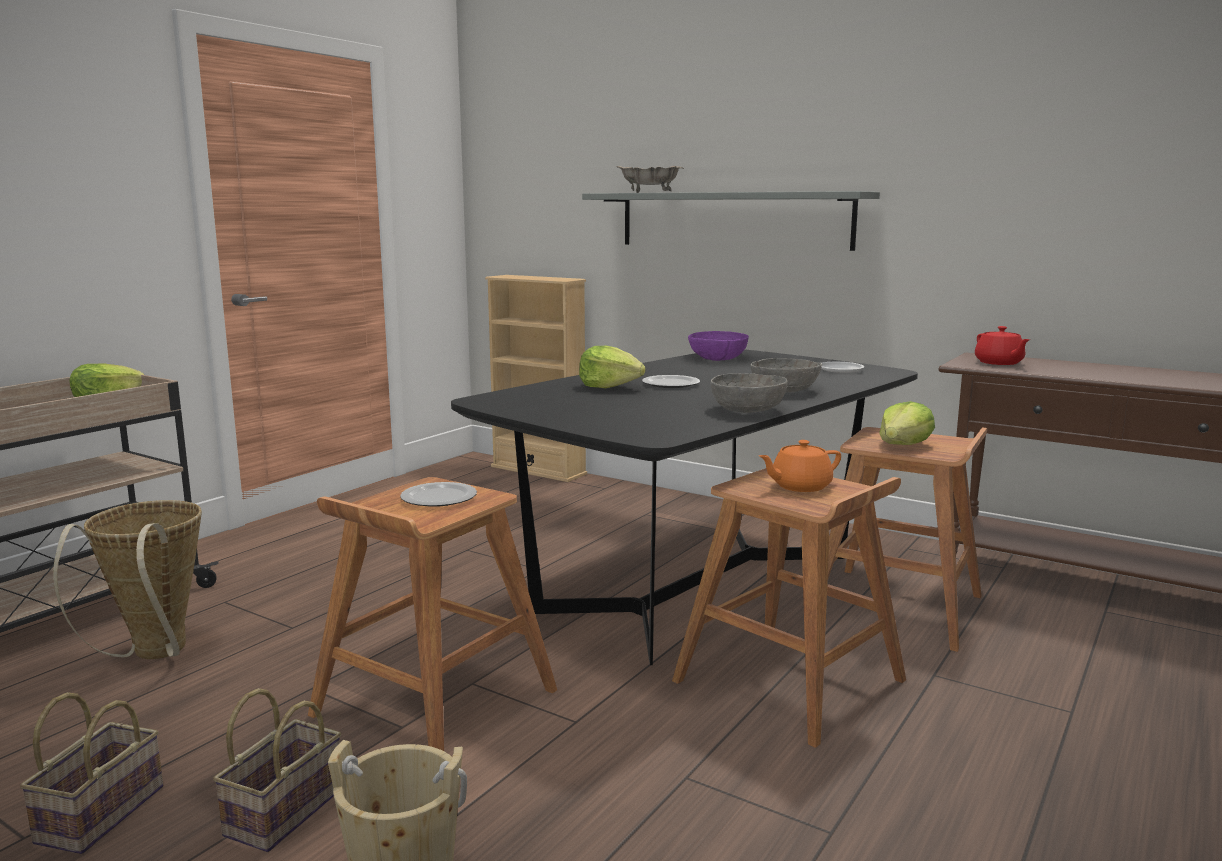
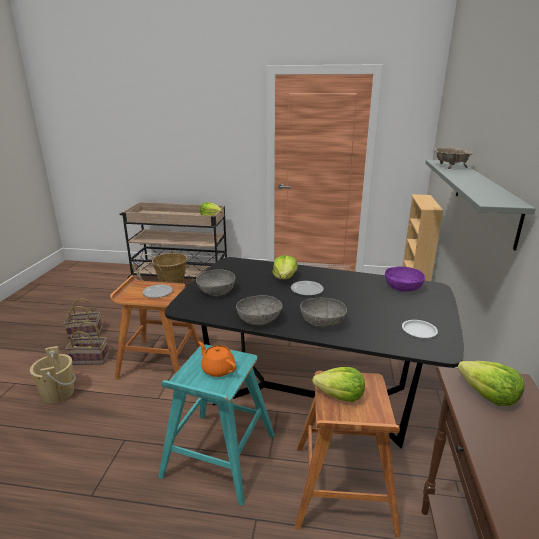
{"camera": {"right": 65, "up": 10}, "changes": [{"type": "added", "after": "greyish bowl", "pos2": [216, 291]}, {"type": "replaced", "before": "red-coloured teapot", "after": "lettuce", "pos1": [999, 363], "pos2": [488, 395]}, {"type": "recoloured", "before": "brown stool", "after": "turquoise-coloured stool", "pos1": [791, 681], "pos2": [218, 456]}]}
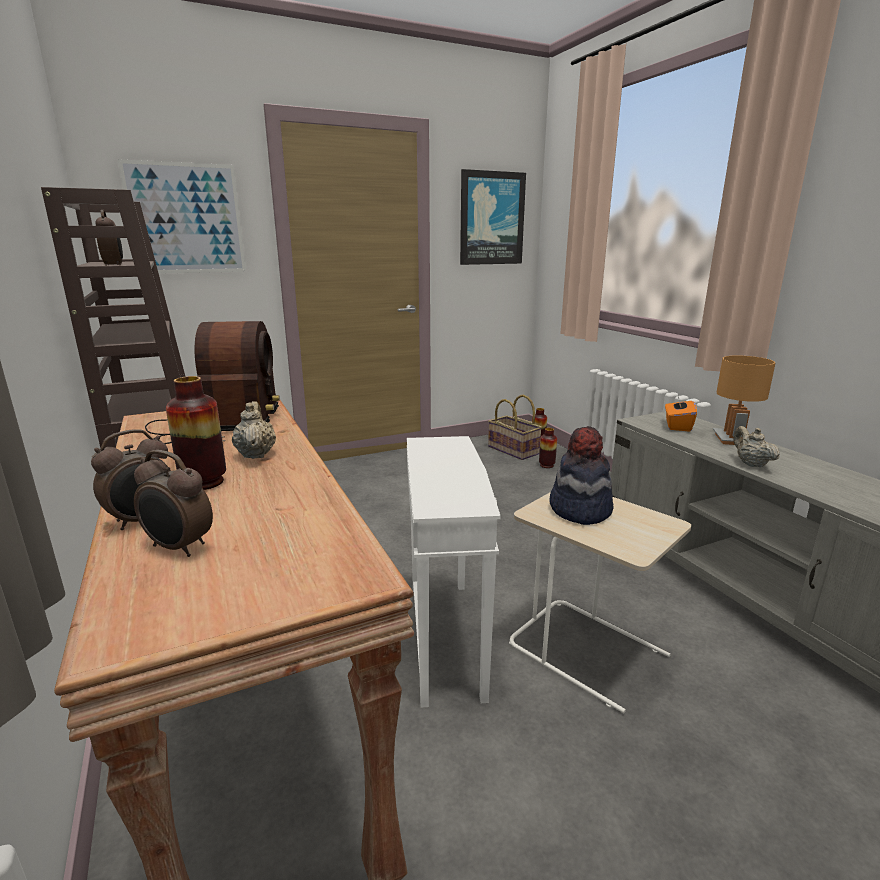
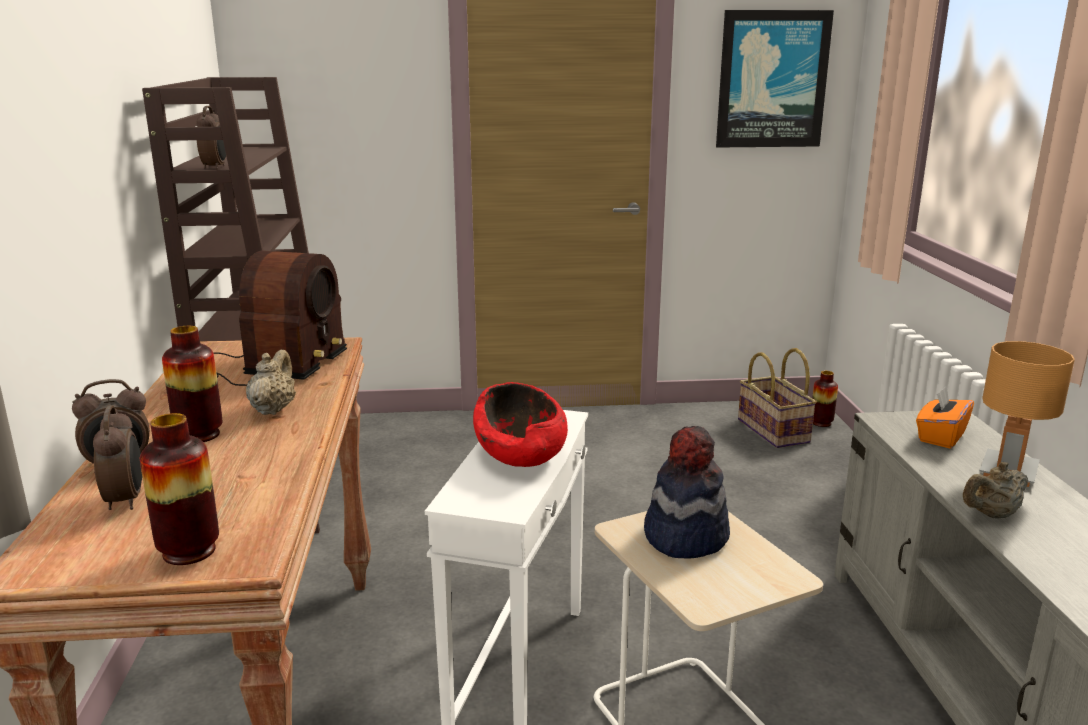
{"camera": {"right": 20, "up": 0}, "changes": [{"type": "removed", "before": "wall art", "pos1": [186, 219]}, {"type": "added", "after": "red-coloured bowl", "pos2": [521, 452]}, {"type": "moved", "before": "flower vase", "pos1": [546, 465], "pos2": [189, 551]}, {"type": "turned", "before": "table clock", "pos1": [179, 548], "pos2": [126, 500], "turn": -150}, {"type": "turned", "before": "sand-coloured teapot", "pos1": [750, 464], "pos2": [991, 514], "turn": -120}]}
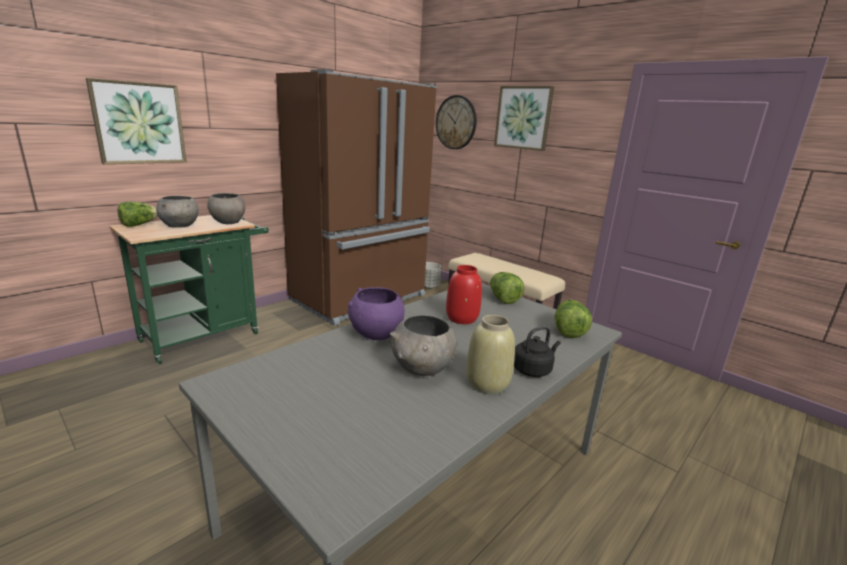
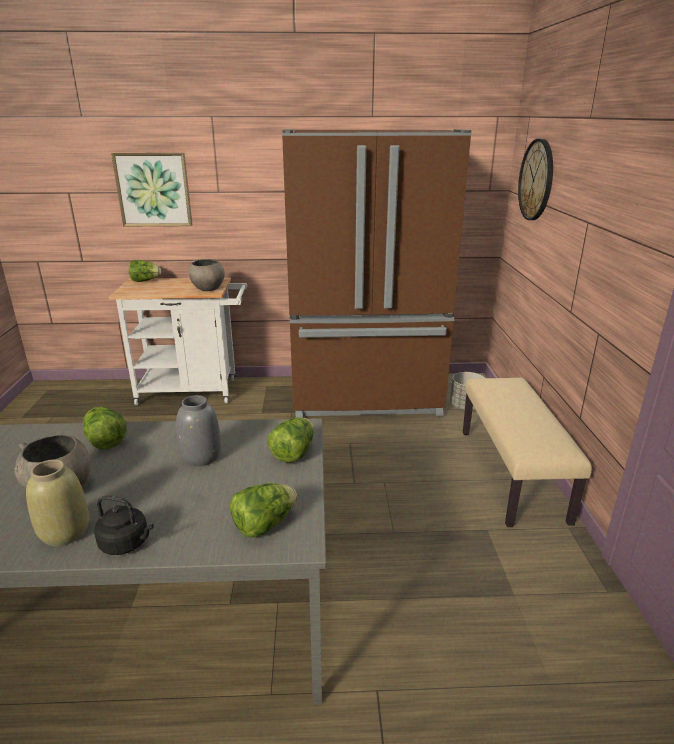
{"camera": {"right": 45, "up": 5}, "changes": [{"type": "removed", "before": "greyish bowl", "pos1": [180, 226]}, {"type": "removed", "before": "wall art", "pos1": [523, 118]}, {"type": "replaced", "before": "purple-coloured bowl", "after": "lettuce", "pos1": [375, 334], "pos2": [105, 441]}, {"type": "recoloured", "before": "green trolley", "after": "whitish trolley", "pos1": [207, 335], "pos2": [194, 391]}, {"type": "recoloured", "before": "red-coloured flower vase", "after": "greyish flower vase", "pos1": [461, 318], "pos2": [200, 457]}]}
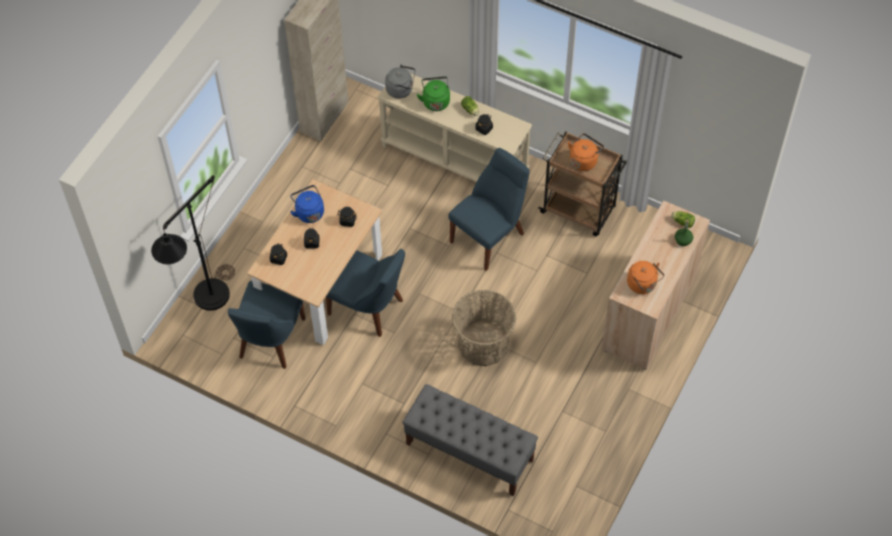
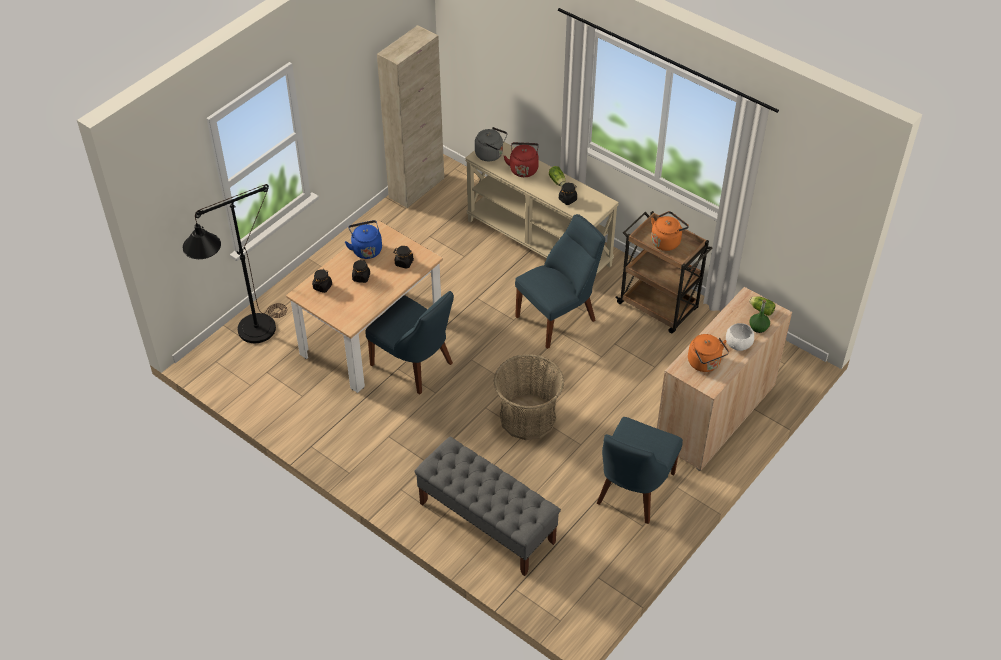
{"camera": {"right": 10, "up": -10}, "changes": [{"type": "added", "after": "whitish bowl", "pos2": [738, 344]}, {"type": "moved", "before": "bluish upright chair", "pos1": [270, 341], "pos2": [633, 491]}, {"type": "recoloured", "before": "green water kettle", "after": "red-coloured water kettle", "pos1": [435, 101], "pos2": [523, 168]}]}
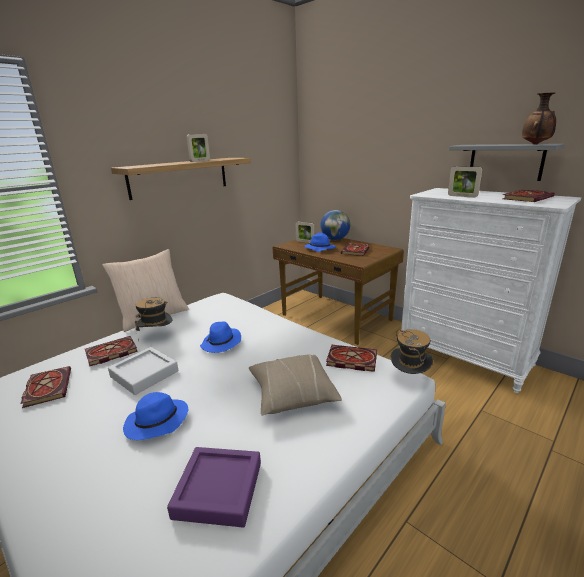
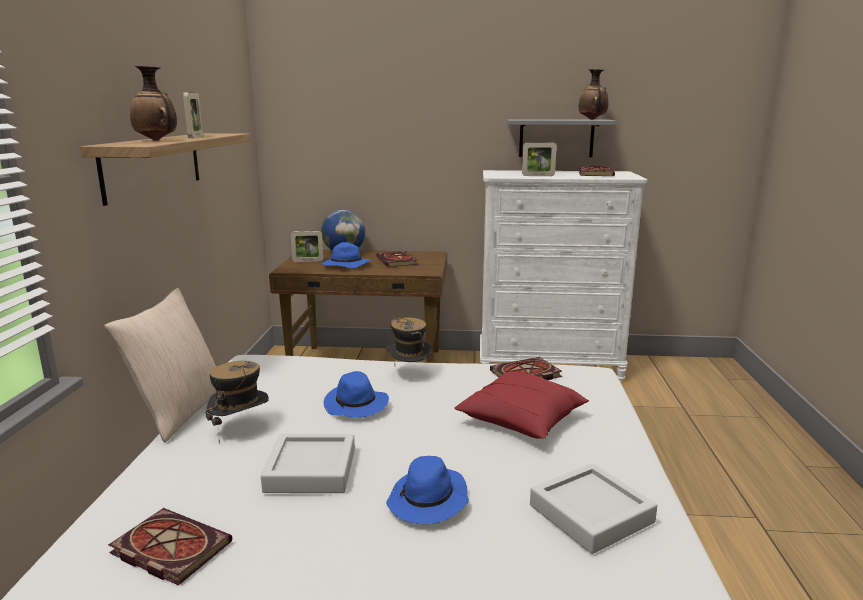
{"camera": {"right": -40, "up": -5}, "changes": [{"type": "removed", "before": "volume", "pos1": [110, 353]}, {"type": "added", "after": "flower vase", "pos2": [157, 140]}, {"type": "moved", "before": "wearable hat", "pos1": [409, 379], "pos2": [409, 374]}, {"type": "recoloured", "before": "purple-coloured tray", "after": "greyish tray", "pos1": [218, 490], "pos2": [591, 514]}, {"type": "recoloured", "before": "sand-coloured pillow", "after": "red-coloured pillow", "pos1": [292, 394], "pos2": [521, 421]}]}
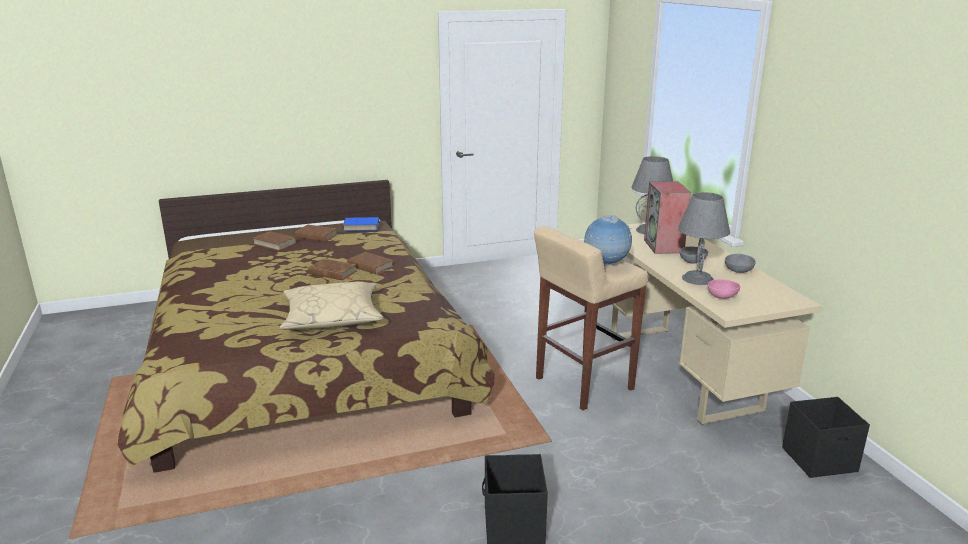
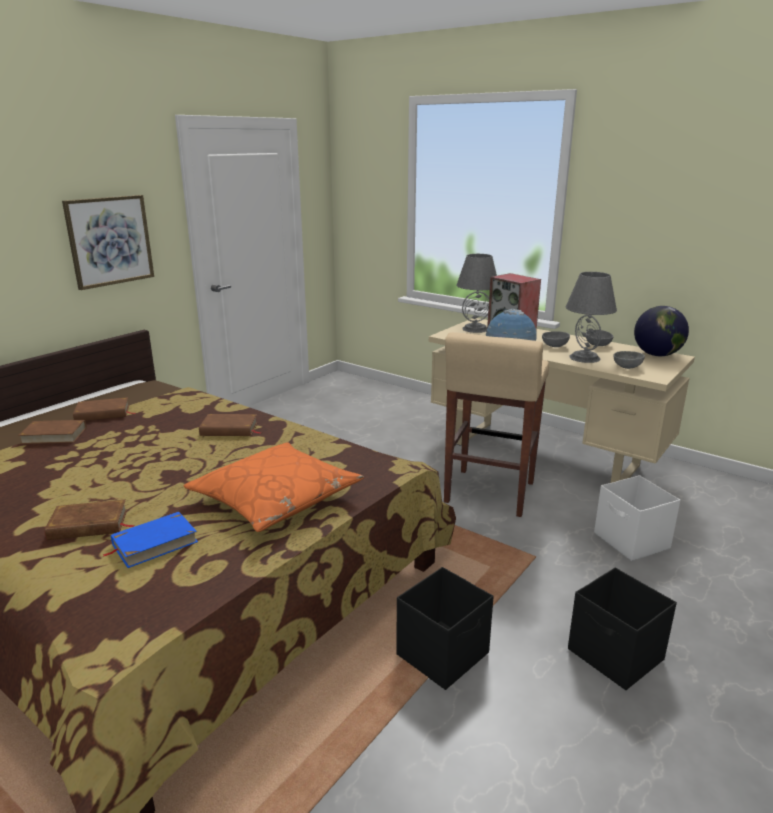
{"camera": {"right": -35, "up": 0}, "changes": [{"type": "added", "after": "wall art", "pos2": [110, 241]}, {"type": "added", "after": "whitish storage container", "pos2": [631, 541]}, {"type": "added", "after": "world globe", "pos2": [657, 355]}, {"type": "moved", "before": "brown volume", "pos1": [333, 273], "pos2": [89, 525]}, {"type": "moved", "before": "bluish volume", "pos1": [361, 226], "pos2": [154, 543]}, {"type": "moved", "before": "black storage container", "pos1": [820, 460], "pos2": [444, 654]}, {"type": "recoloured", "before": "sand-coloured pillow", "after": "orange pillow", "pos1": [332, 317], "pos2": [275, 498]}, {"type": "recoloured", "before": "pink-coloured bowl", "after": "greyish bowl", "pos1": [721, 296], "pos2": [626, 367]}]}
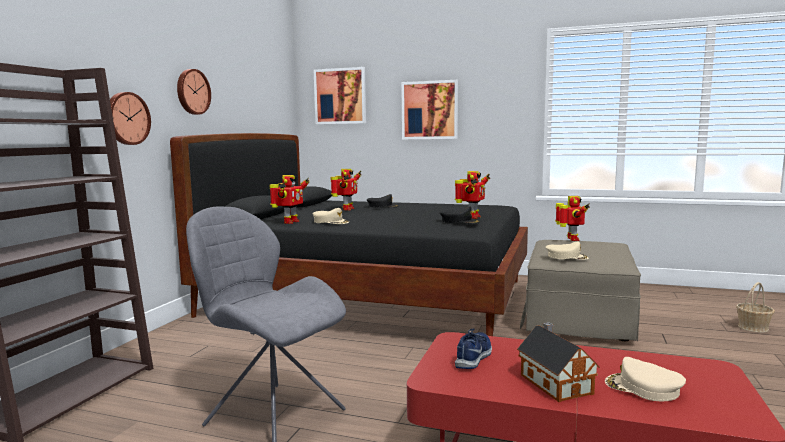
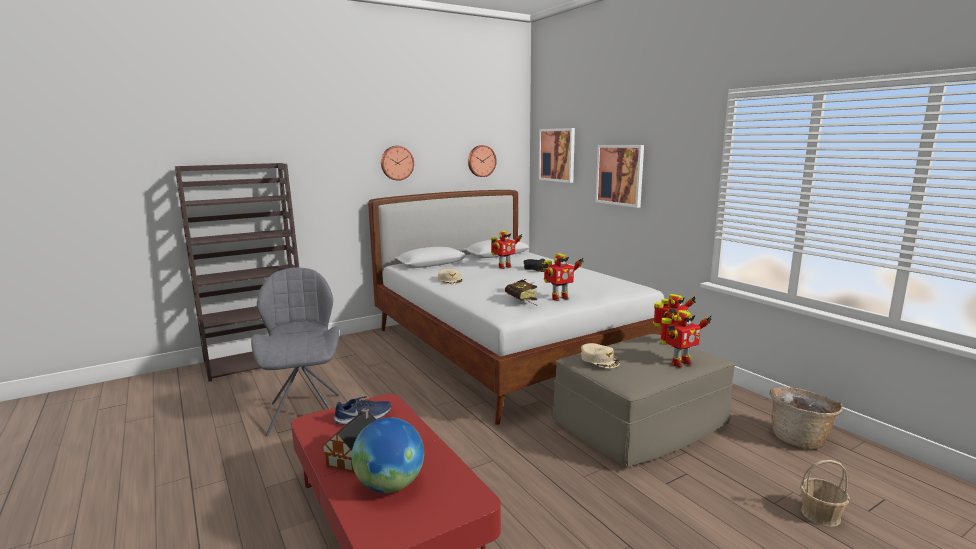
{"camera": {"right": 40, "up": 5}, "changes": [{"type": "added", "after": "storage basket", "pos2": [799, 438]}, {"type": "moved", "before": "wall clock", "pos1": [126, 118], "pos2": [481, 161]}, {"type": "moved", "before": "model robot", "pos1": [289, 222], "pos2": [679, 363]}, {"type": "replaced", "before": "black peaked cap", "after": "volume", "pos1": [459, 221], "pos2": [523, 301]}, {"type": "replaced", "before": "sand-coloured peaked cap", "after": "world globe", "pos1": [643, 388], "pos2": [389, 485]}, {"type": "recoloured", "before": "black sleeping bed", "after": "whitish sleeping bed", "pos1": [371, 298], "pos2": [508, 349]}]}
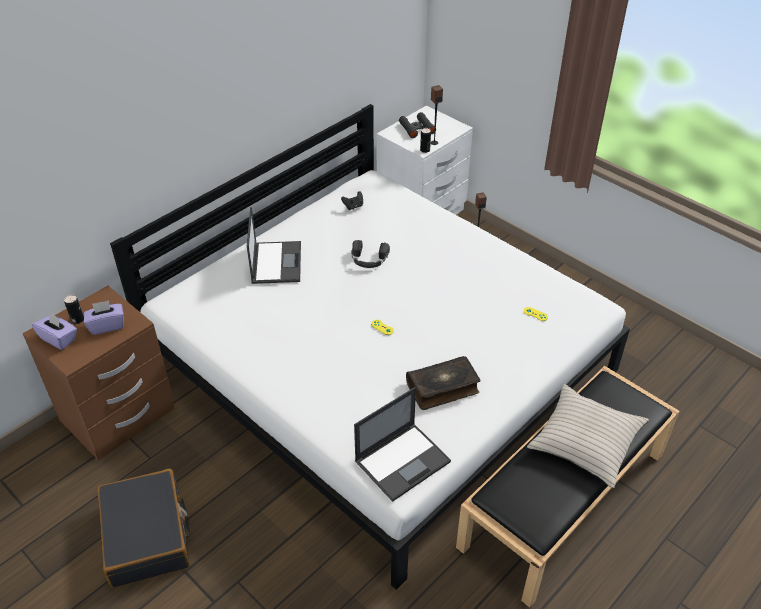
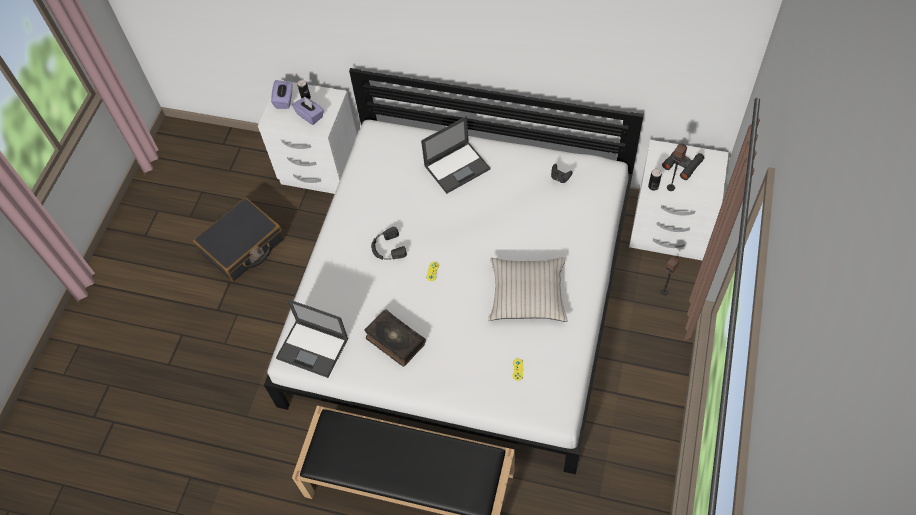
{"camera": {"right": 65, "up": 15}, "changes": [{"type": "moved", "before": "black headset", "pos1": [369, 259], "pos2": [387, 248]}, {"type": "moved", "before": "sand-coloured pillow", "pos1": [585, 442], "pos2": [527, 294]}, {"type": "recoloured", "before": "brown night table", "after": "whitish night table", "pos1": [118, 415], "pos2": [320, 170]}]}
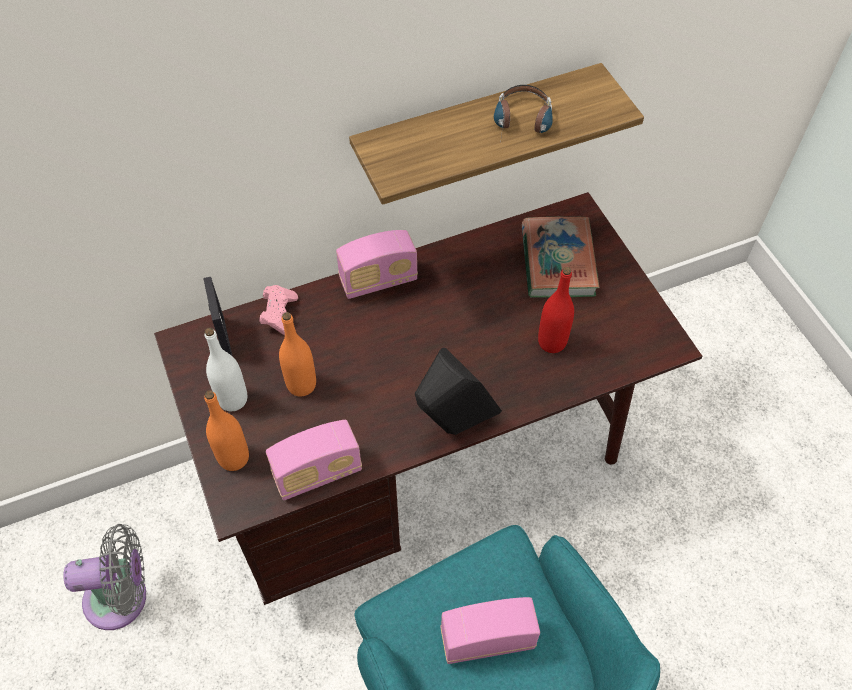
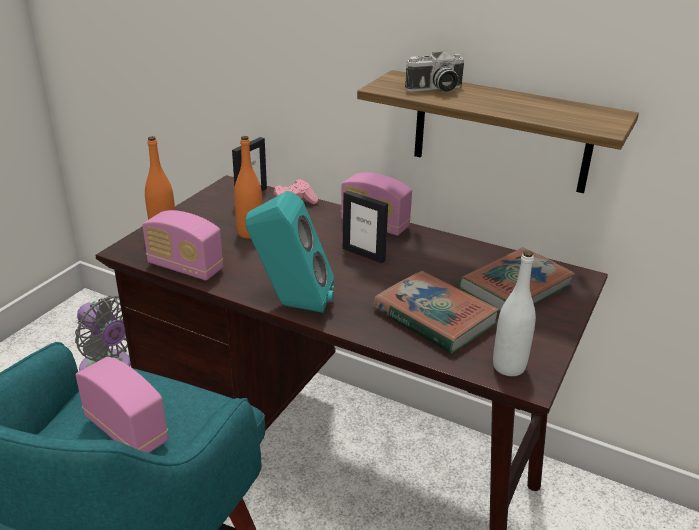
{"camera": {"right": 50, "up": -25}, "changes": [{"type": "removed", "before": "headset", "pos1": [522, 125]}, {"type": "added", "after": "picture frame", "pos2": [364, 254]}, {"type": "added", "after": "still camera", "pos2": [435, 89]}, {"type": "moved", "before": "whitish bottle", "pos1": [233, 399], "pos2": [508, 367]}, {"type": "replaced", "before": "red-coloured bottle", "after": "volume", "pos1": [552, 342], "pos2": [434, 317]}, {"type": "recoloured", "before": "black loudspeaker", "after": "turquoise-coloured loudspeaker", "pos1": [453, 427], "pos2": [291, 305]}]}
